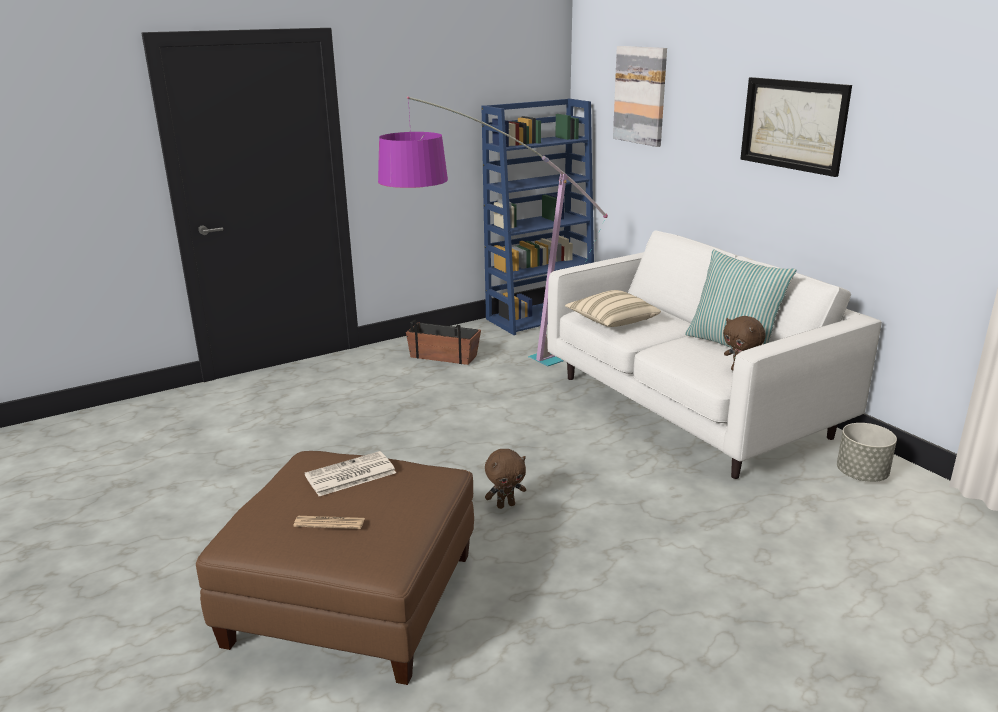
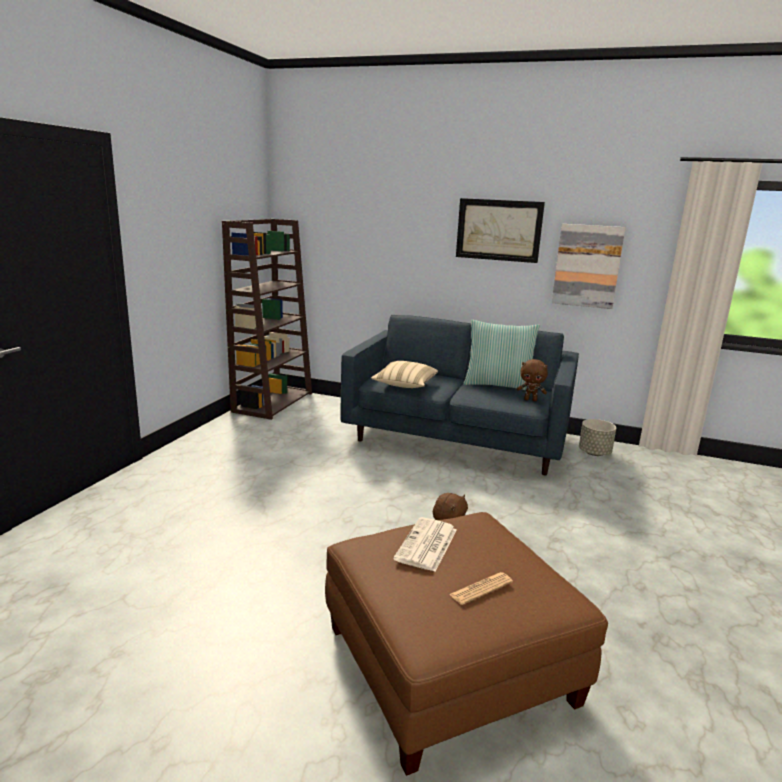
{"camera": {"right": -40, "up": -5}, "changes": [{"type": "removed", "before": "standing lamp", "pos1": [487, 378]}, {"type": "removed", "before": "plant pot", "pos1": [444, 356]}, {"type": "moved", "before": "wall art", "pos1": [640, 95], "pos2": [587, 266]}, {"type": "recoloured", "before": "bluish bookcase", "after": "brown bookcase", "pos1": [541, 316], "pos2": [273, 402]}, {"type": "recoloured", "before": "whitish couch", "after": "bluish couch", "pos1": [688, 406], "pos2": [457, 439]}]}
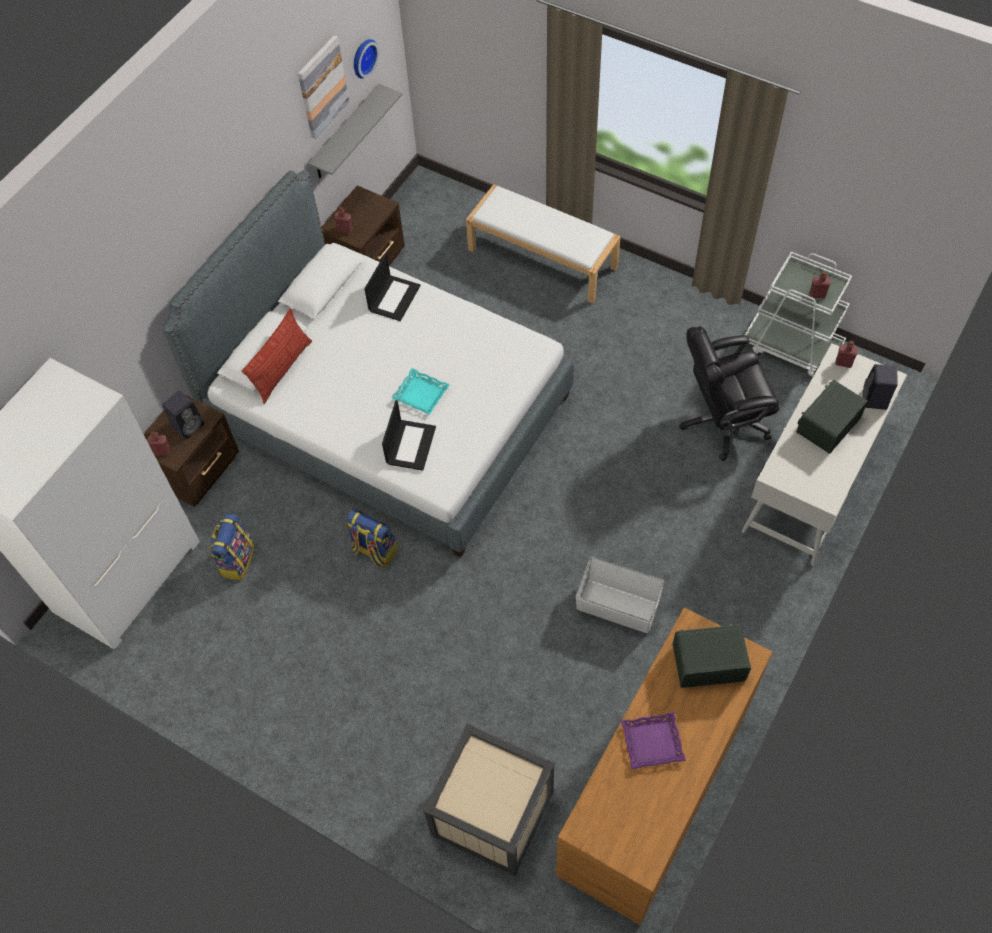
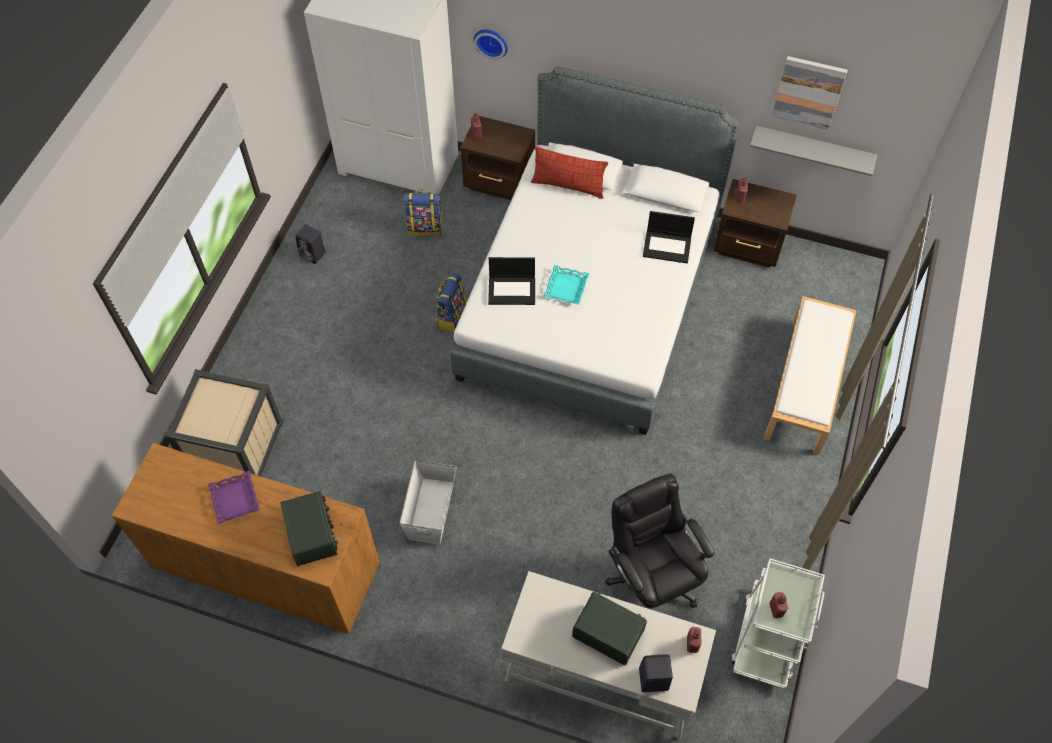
{"camera": {"right": 75, "up": 0}, "changes": [{"type": "moved", "before": "black loudspeaker", "pos1": [189, 425], "pos2": [313, 254]}, {"type": "moved", "before": "wall clock", "pos1": [362, 57], "pos2": [491, 42]}]}
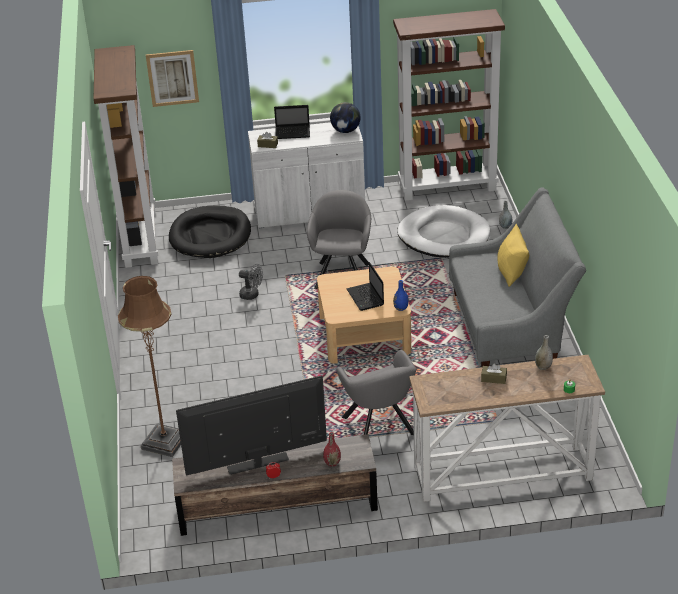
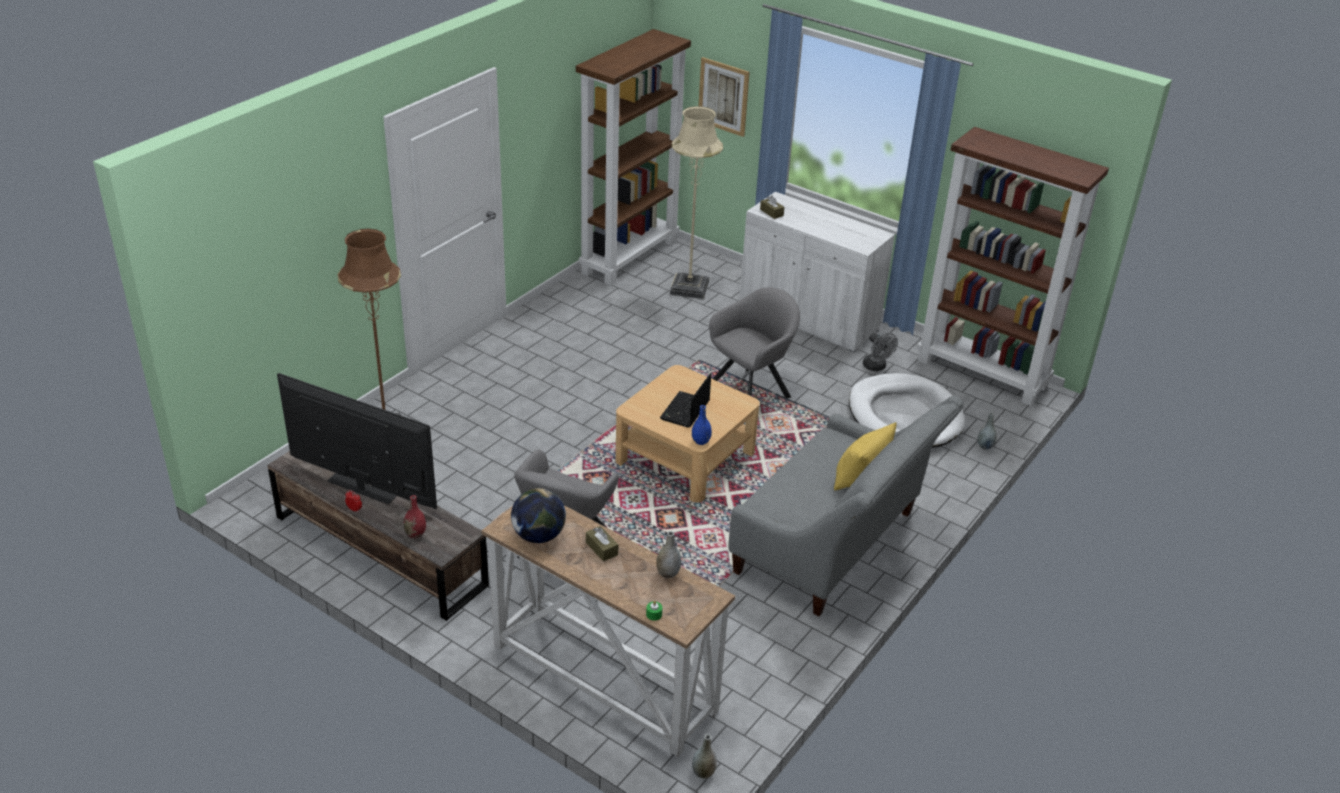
{"camera": {"right": 40, "up": 0}, "changes": [{"type": "removed", "before": "portable computer", "pos1": [293, 133]}, {"type": "added", "after": "greyish flower vase", "pos2": [703, 772]}, {"type": "moved", "before": "greyish fan", "pos1": [252, 295], "pos2": [876, 367]}, {"type": "moved", "before": "world globe", "pos1": [345, 131], "pos2": [539, 536]}, {"type": "replaced", "before": "black dog bed", "after": "sand-coloured standing lamp", "pos1": [210, 235], "pos2": [689, 288]}]}
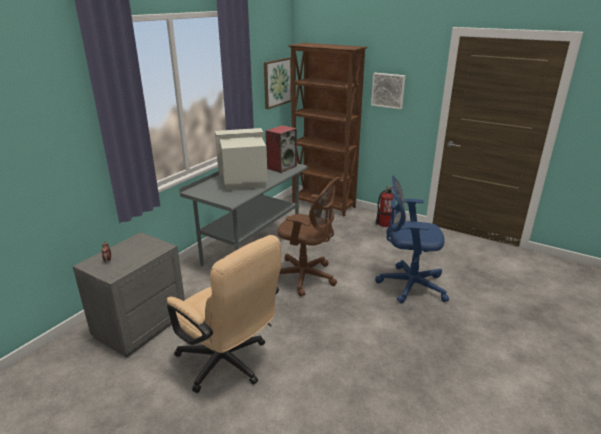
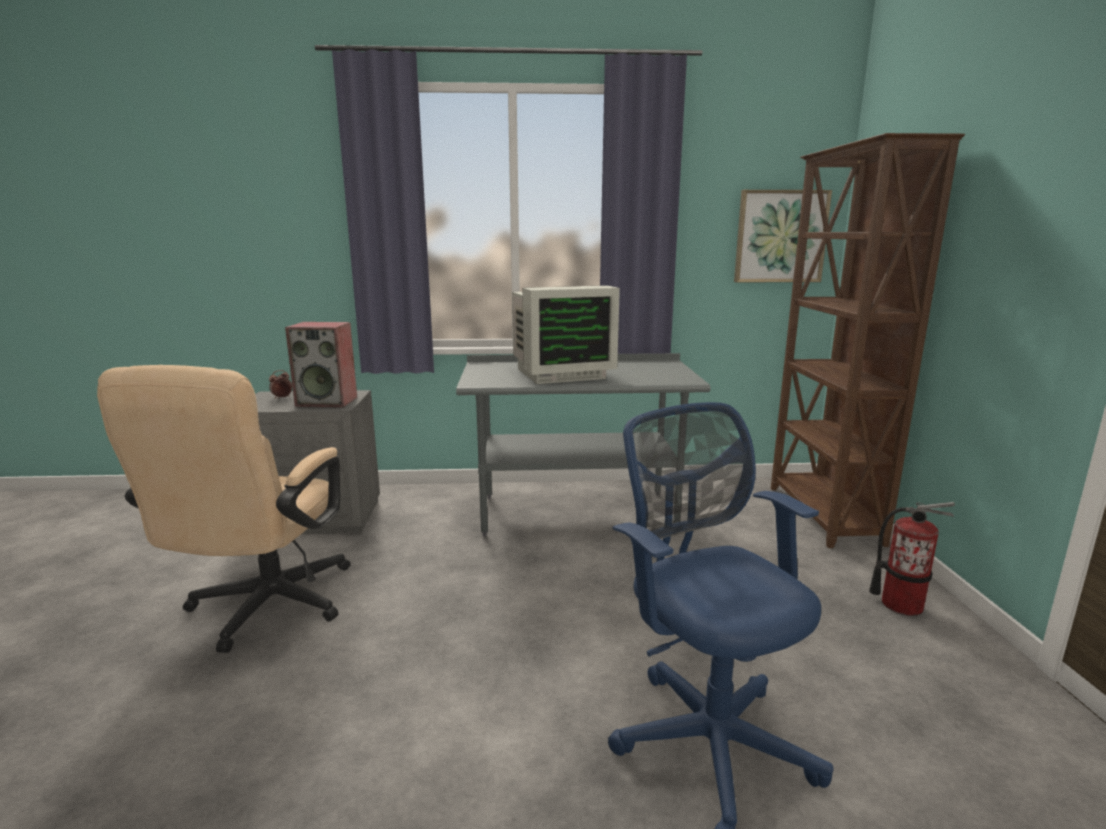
{"camera": {"right": 55, "up": -10}, "changes": [{"type": "removed", "before": "brown computer chair", "pos1": [306, 277]}, {"type": "removed", "before": "wall art", "pos1": [388, 90]}, {"type": "moved", "before": "loudspeaker", "pos1": [281, 167], "pos2": [328, 401]}, {"type": "turned", "before": "monitor", "pos1": [244, 181], "pos2": [560, 373], "turn": 120}]}
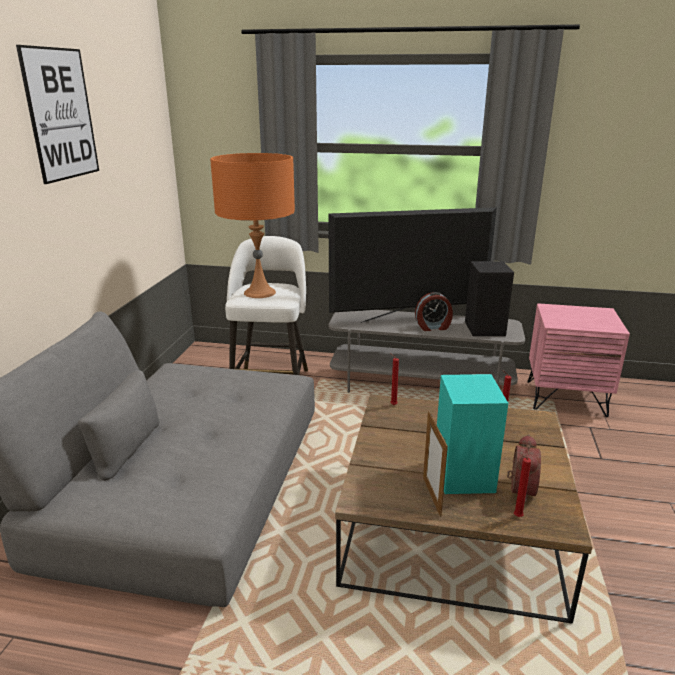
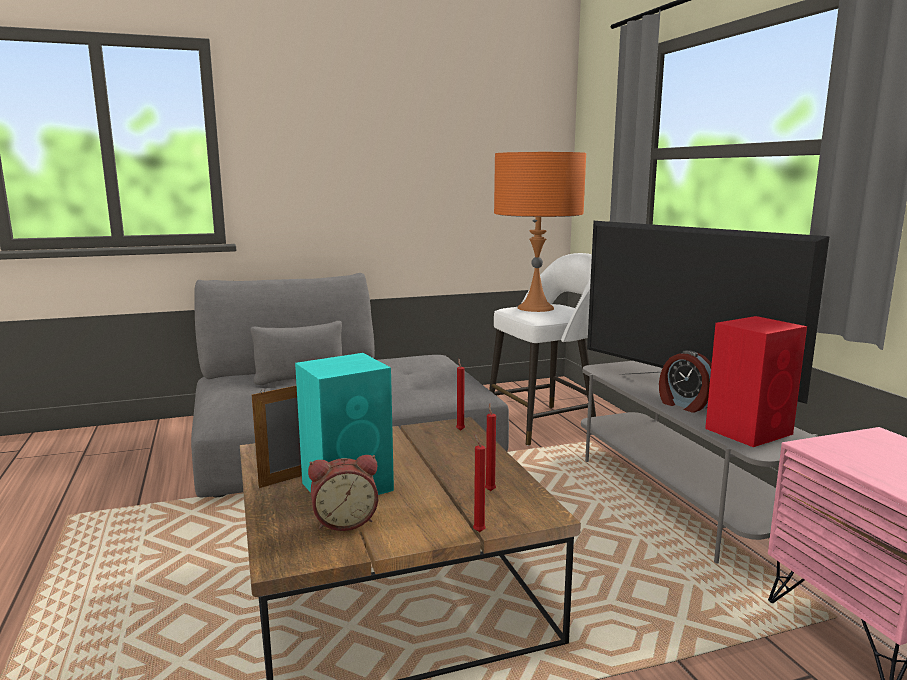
{"camera": {"right": 60, "up": -10}, "changes": [{"type": "removed", "before": "wall art", "pos1": [61, 114]}, {"type": "moved", "before": "red-coloured wax candle", "pos1": [516, 516], "pos2": [478, 531]}, {"type": "recoloured", "before": "black loudspeaker", "after": "red-coloured loudspeaker", "pos1": [484, 328], "pos2": [750, 431]}]}
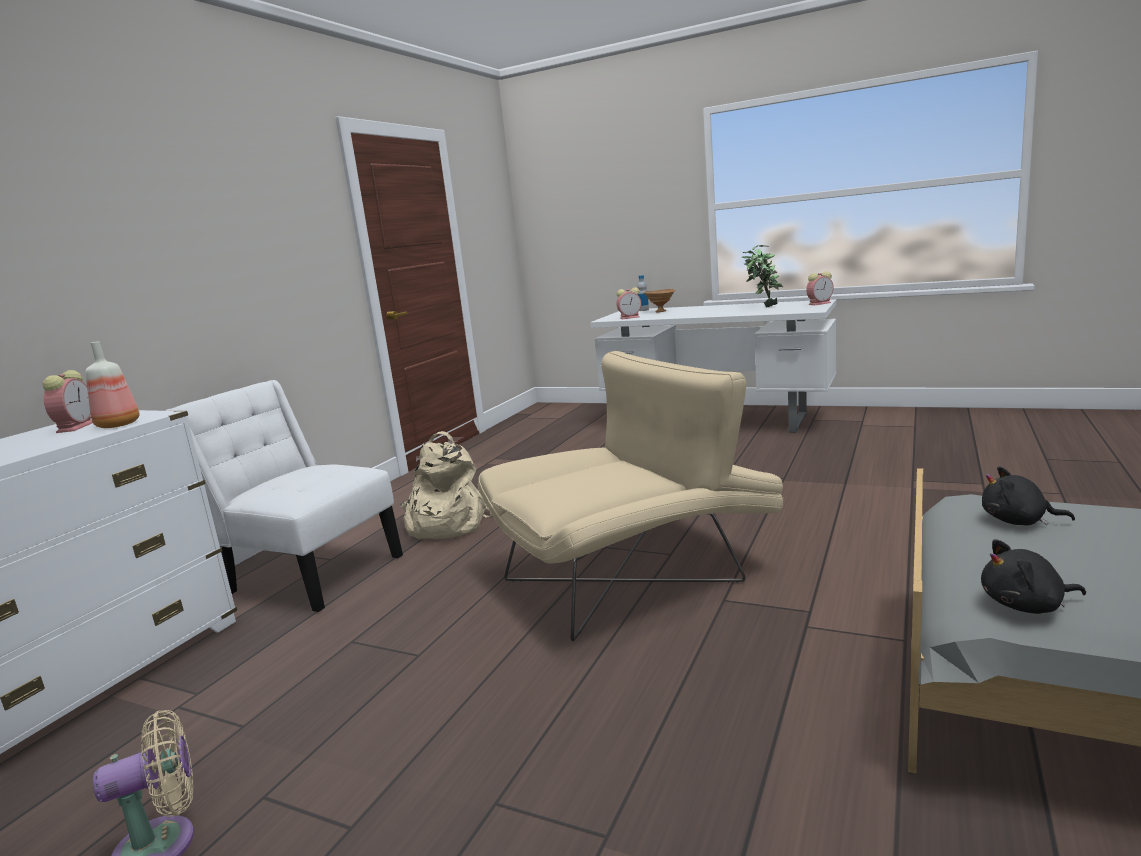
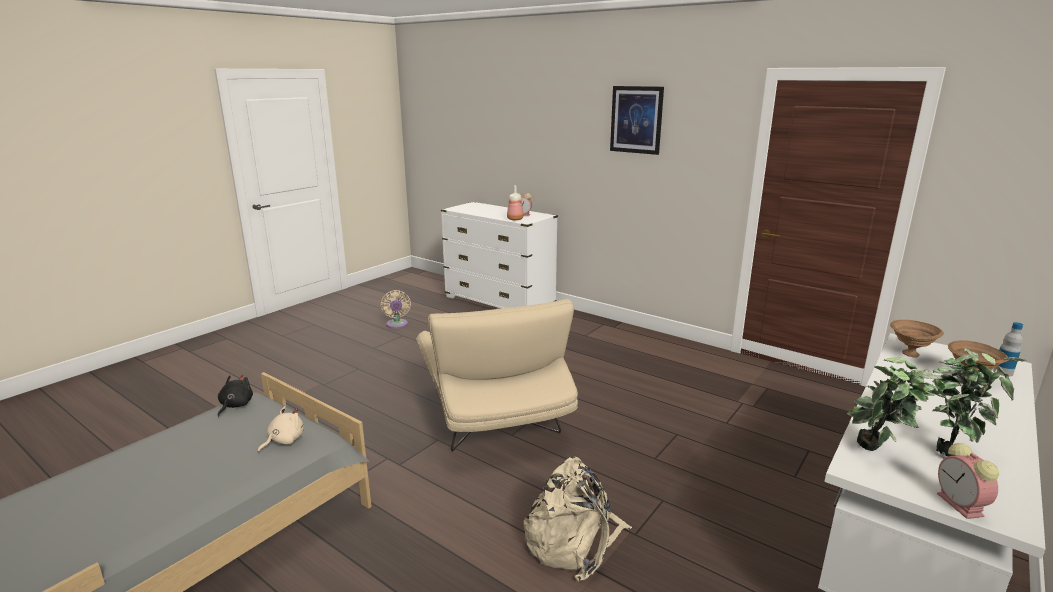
{"camera": {"right": 100, "up": 5}, "changes": [{"type": "removed", "before": "whitish upright chair", "pos1": [310, 573]}, {"type": "added", "after": "wall art", "pos2": [636, 120]}, {"type": "added", "after": "potted plant", "pos2": [879, 454]}, {"type": "moved", "before": "sand-coloured rucksack", "pos1": [445, 525], "pos2": [574, 541]}, {"type": "replaced", "before": "table clock", "after": "brown bowl", "pos1": [630, 317], "pos2": [910, 354]}, {"type": "recoloured", "before": "black cuddly toy", "after": "sand-coloured cuddly toy", "pos1": [1018, 521], "pos2": [284, 441]}]}
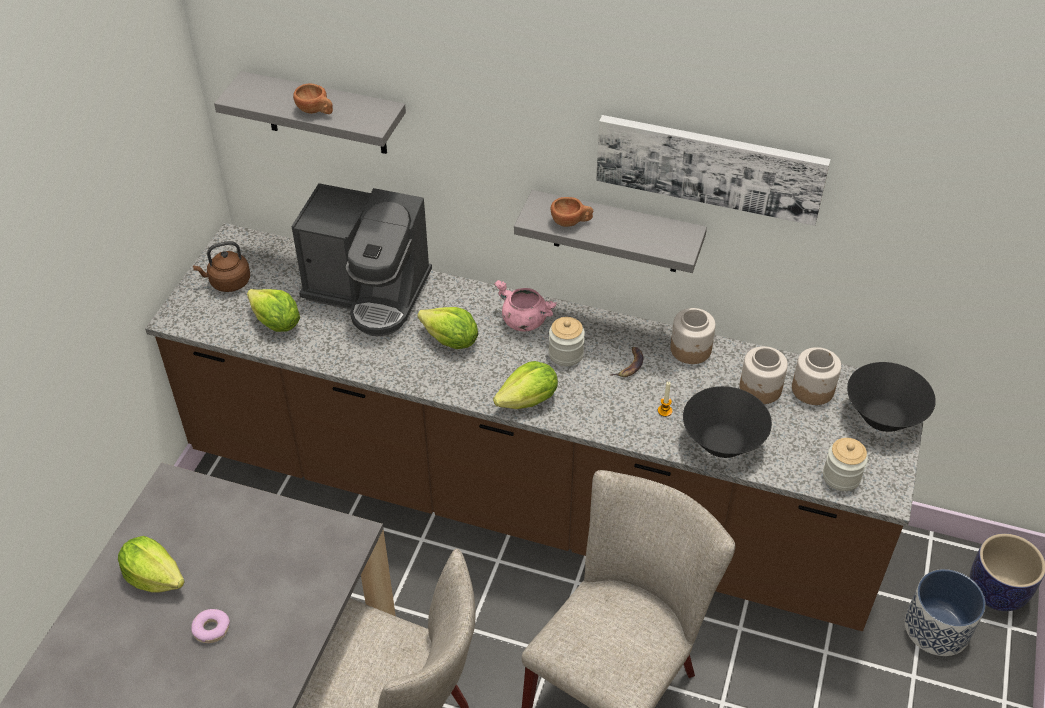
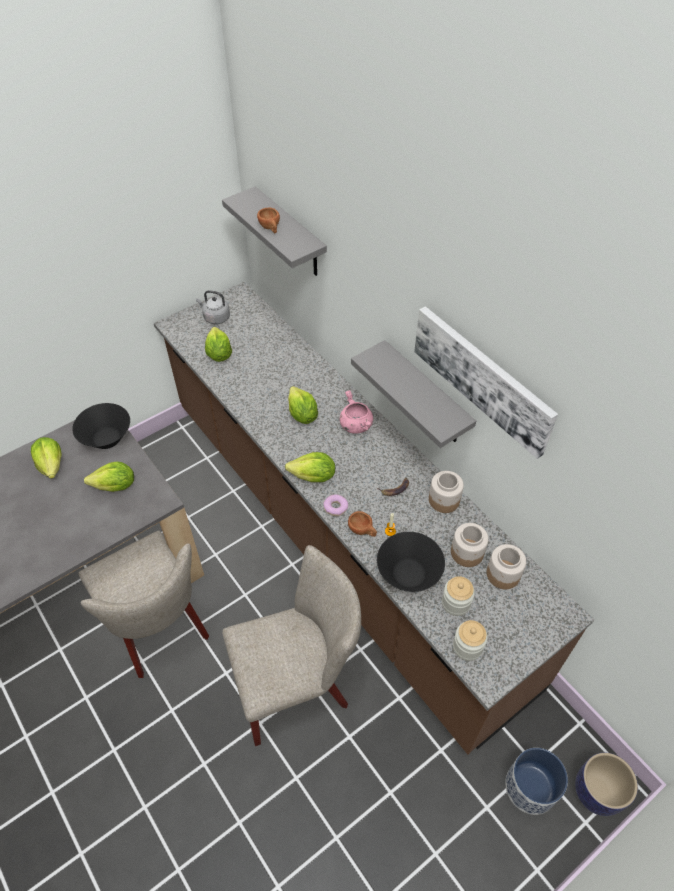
{"camera": {"right": 35, "up": 5}, "changes": [{"type": "removed", "before": "coffee machine", "pos1": [369, 292]}, {"type": "added", "after": "lettuce", "pos2": [115, 486]}, {"type": "moved", "before": "ring doughnut", "pos1": [211, 629], "pos2": [335, 507]}, {"type": "moved", "before": "jar", "pos1": [566, 354], "pos2": [456, 603]}, {"type": "moved", "before": "brown small cup", "pos1": [571, 222], "pos2": [362, 530]}, {"type": "moved", "before": "black bowl", "pos1": [883, 417], "pos2": [107, 439]}, {"type": "recoloured", "before": "brown water kettle", "after": "greyish water kettle", "pos1": [228, 282], "pos2": [215, 317]}]}
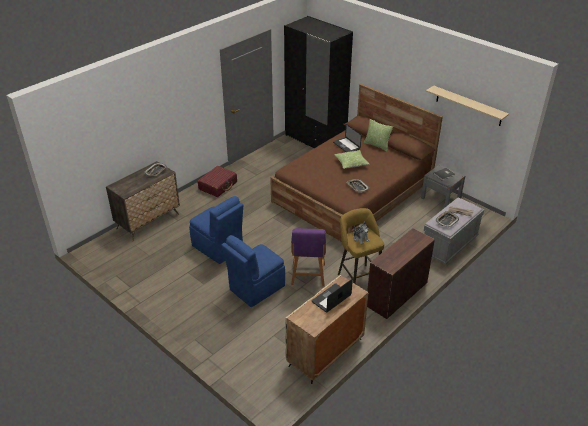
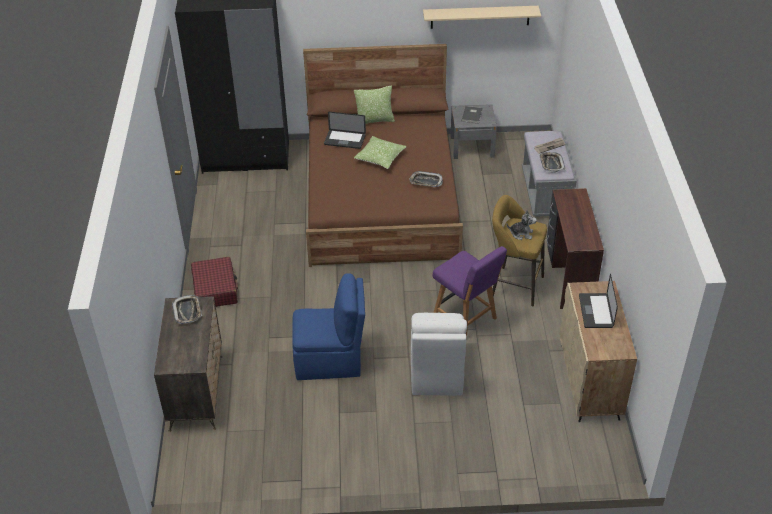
{"camera": {"right": -45, "up": 5}, "changes": [{"type": "recoloured", "before": "bluish upright chair", "after": "whitish upright chair", "pos1": [255, 288], "pos2": [436, 372]}]}
